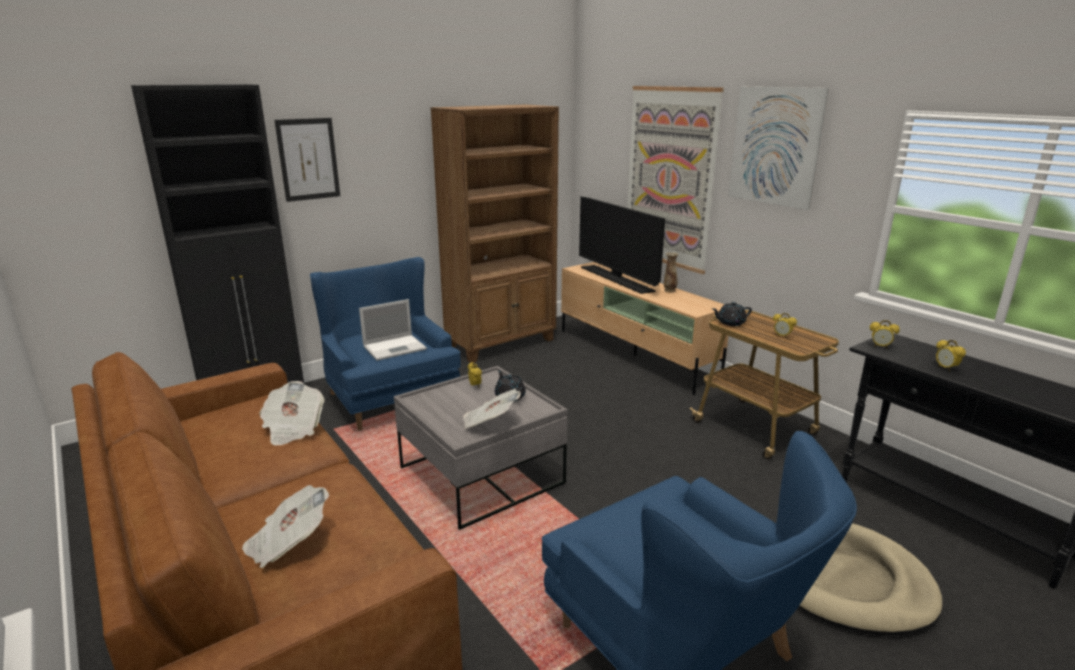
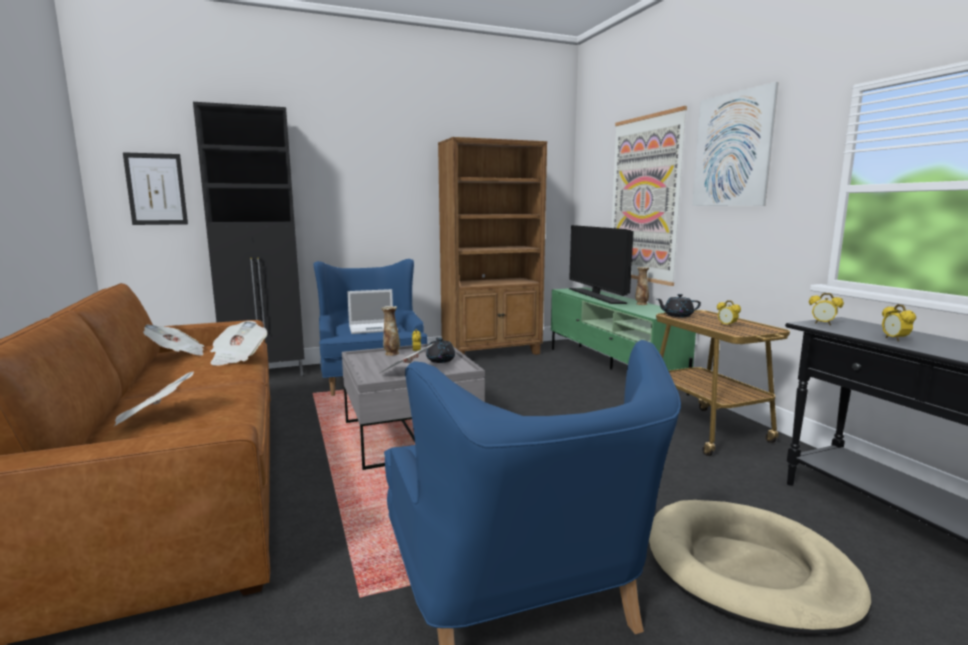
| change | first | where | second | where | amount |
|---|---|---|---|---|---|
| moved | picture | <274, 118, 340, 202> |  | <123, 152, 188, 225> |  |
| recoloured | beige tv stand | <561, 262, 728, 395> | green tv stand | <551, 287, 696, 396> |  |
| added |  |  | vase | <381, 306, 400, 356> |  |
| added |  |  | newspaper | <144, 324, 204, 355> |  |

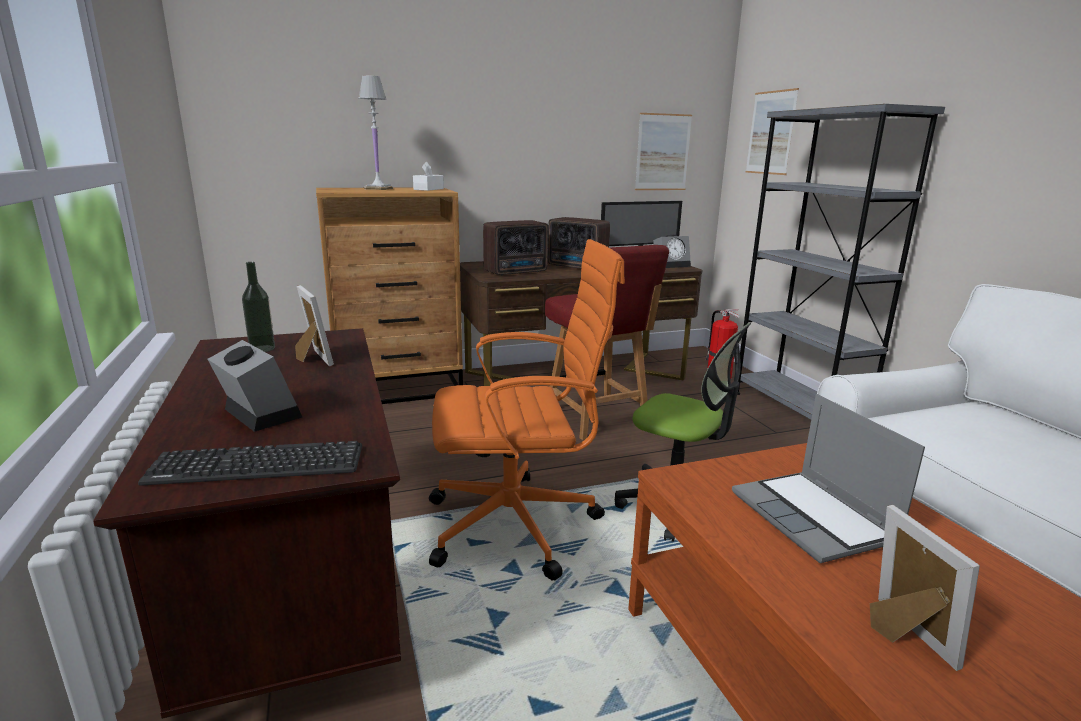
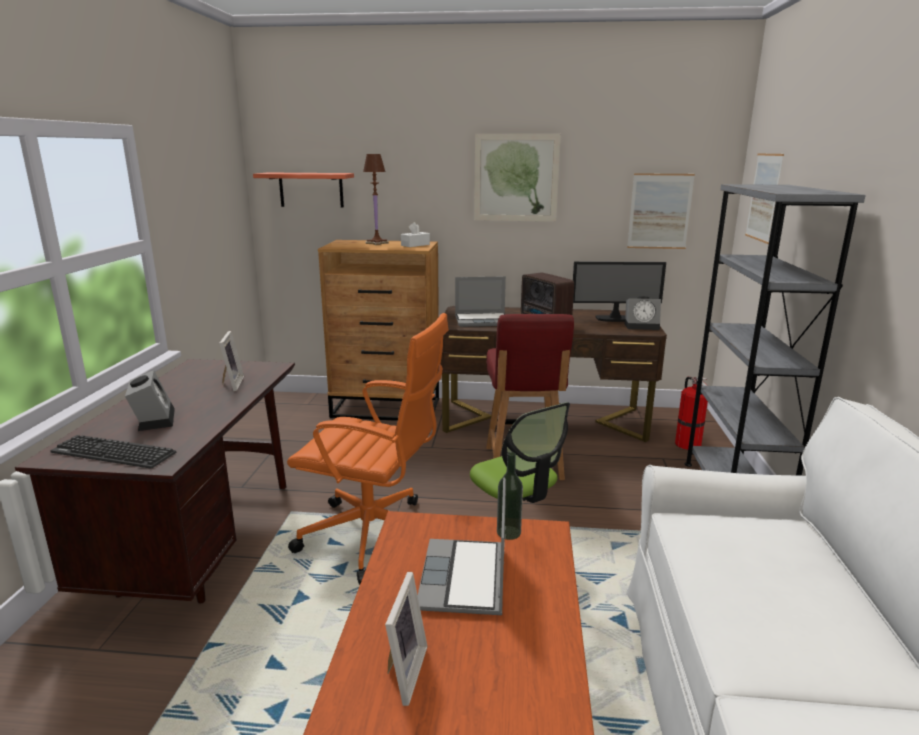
| change | first | where | second | where | amount |
|---|---|---|---|---|---|
| recoloured | white table lamp | <358, 75, 393, 190> | brown table lamp | <363, 154, 389, 245> |  |
| replaced | radio | <483, 220, 548, 275> | laptop | <455, 276, 506, 327> |  |
| moved | bottle | <242, 262, 275, 352> |  | <497, 452, 523, 540> |  |
| added |  |  | picture | <474, 134, 561, 222> |  |
| added |  |  | shelf | <253, 173, 354, 208> |  |

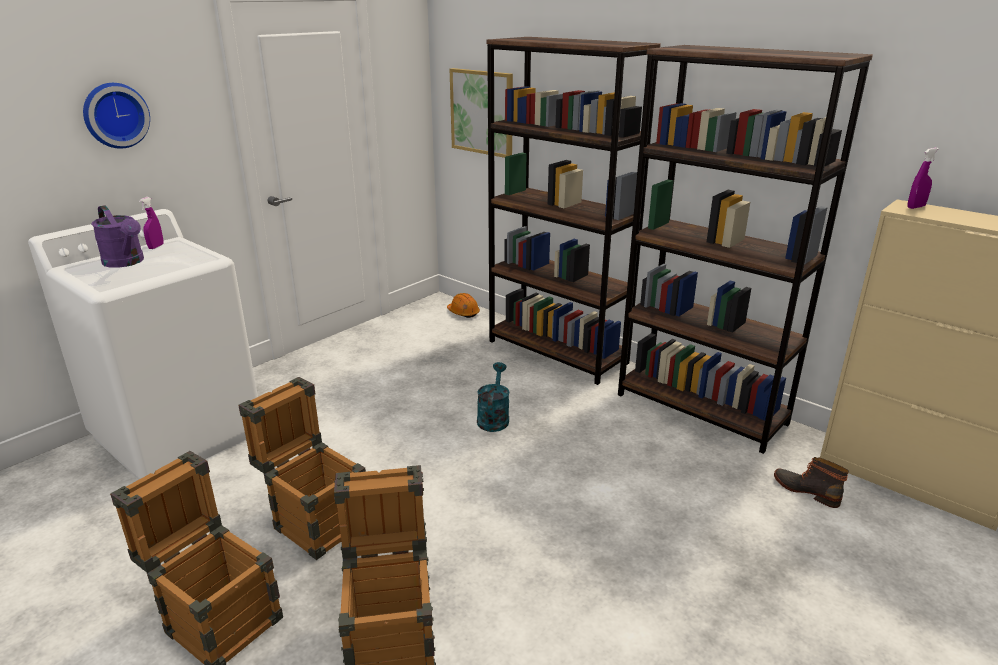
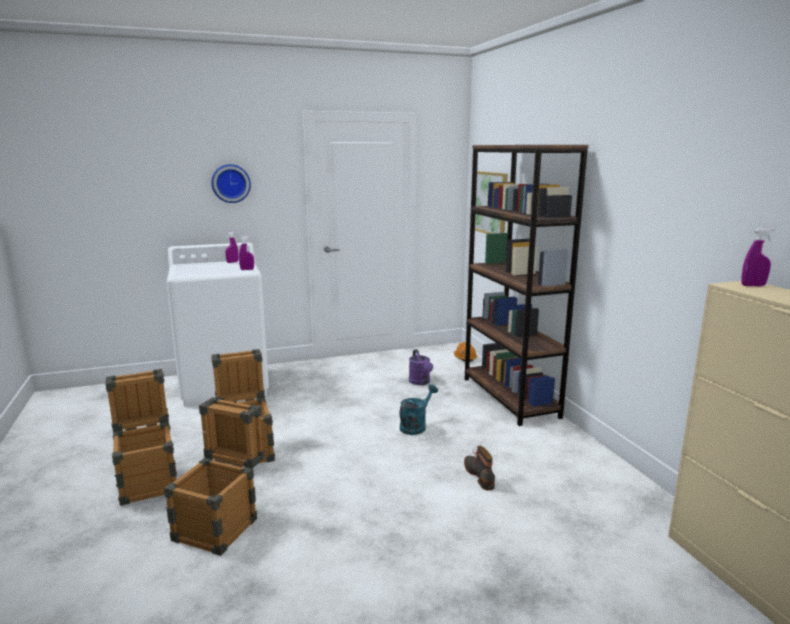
| change | first | where | second | where | amount |
|---|---|---|---|---|---|
| removed | brown bookcase | <618, 45, 873, 454> |  |  |  |
| moved | purple watering can | <91, 205, 144, 268> |  | <409, 349, 433, 385> |  |
| moved | boot | <774, 457, 849, 508> |  | <464, 446, 495, 490> |  |
| added |  |  | purple spray bottle | <239, 237, 254, 270> |  |

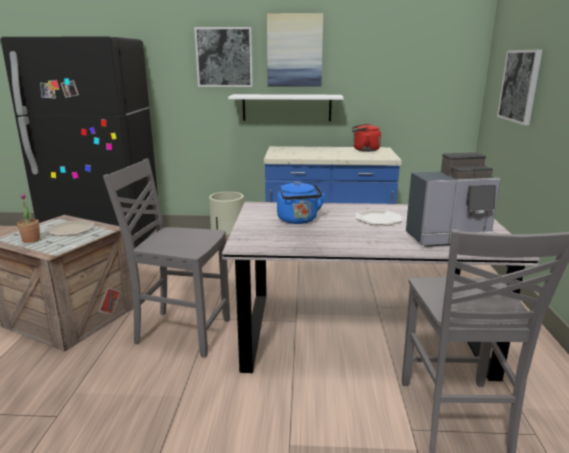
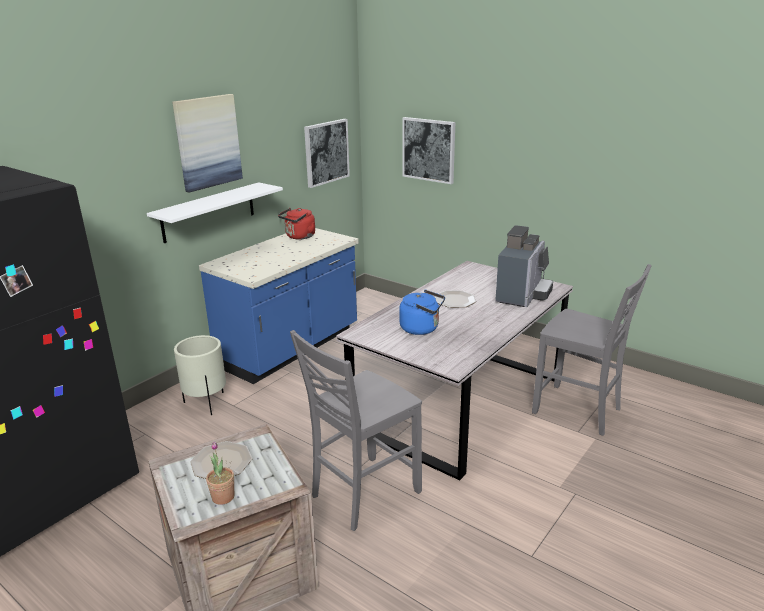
| change | first | where | second | where | amount |
|---|---|---|---|---|---|
| moved | picture | <194, 27, 253, 87> |  | <304, 119, 350, 188> |  |

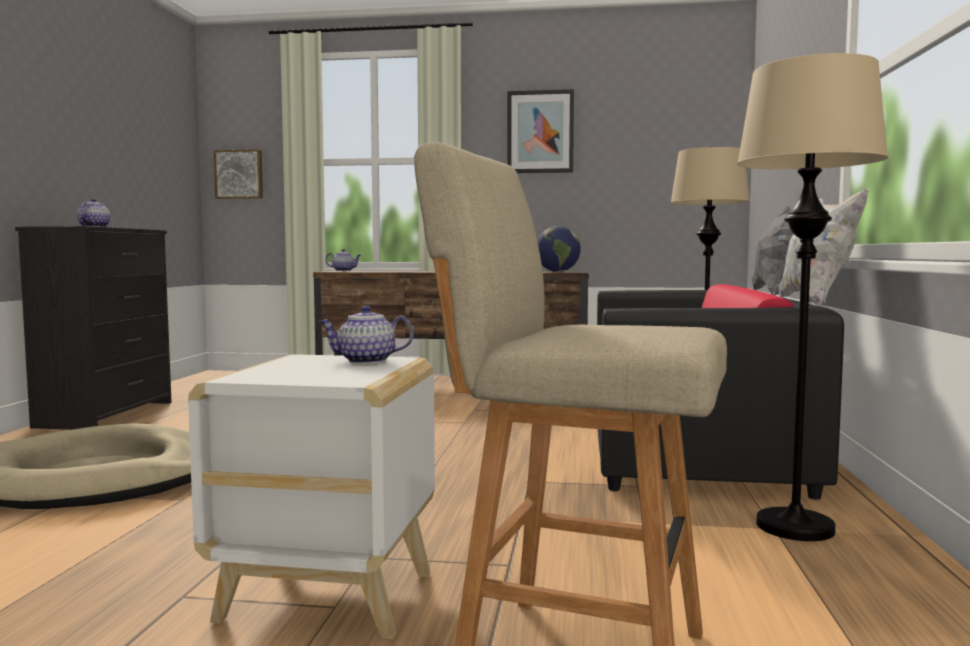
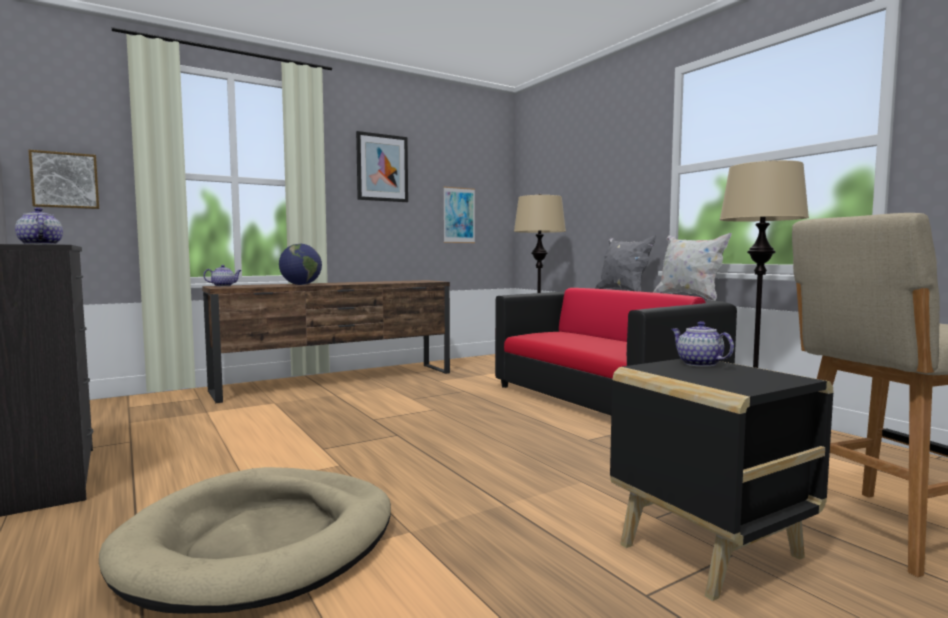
| change | first | where | second | where | amount |
|---|---|---|---|---|---|
| moved | globe | <537, 226, 581, 272> |  | <279, 244, 322, 285> |  |
| turned | teapot | <319, 306, 414, 364> |  | <671, 321, 734, 367> | 105 degrees clockwise |
| recoloured | white side table | <188, 354, 435, 639> | black side table | <610, 359, 833, 601> |  |
| added |  |  | picture | <443, 187, 475, 243> |  |

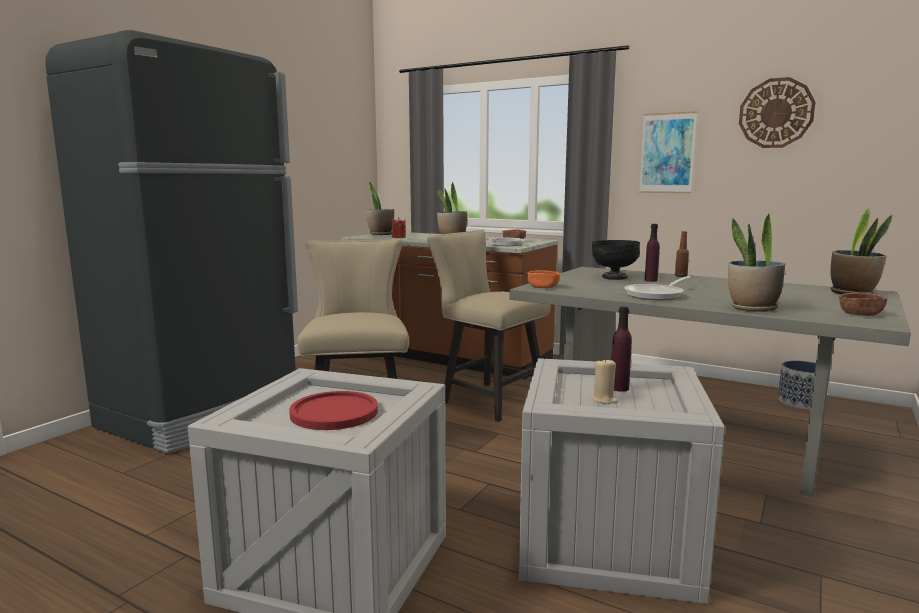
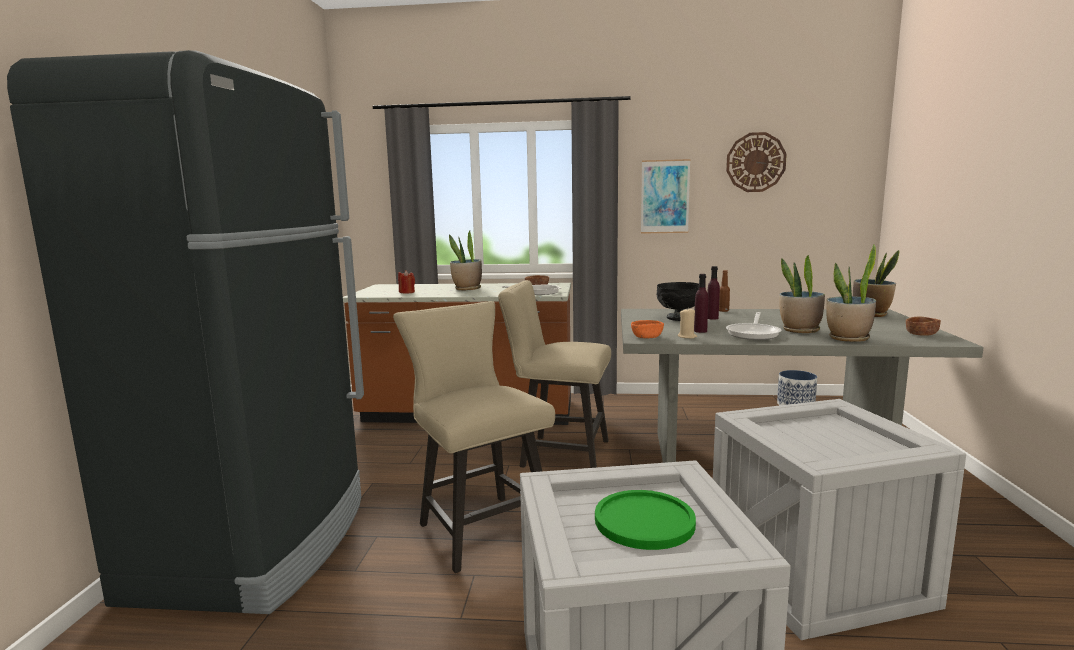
| change | first | where | second | where | amount |
|---|---|---|---|---|---|
| moved | potted plant | <366, 182, 394, 235> |  | <779, 255, 825, 333> |  |
| moved | purple bottle | <611, 307, 632, 392> |  | <694, 274, 708, 333> |  |
| moved | beige candle | <591, 358, 618, 404> |  | <677, 309, 697, 339> |  |
| recoloured | red plate | <289, 391, 378, 430> | green plate | <595, 490, 696, 550> |  |

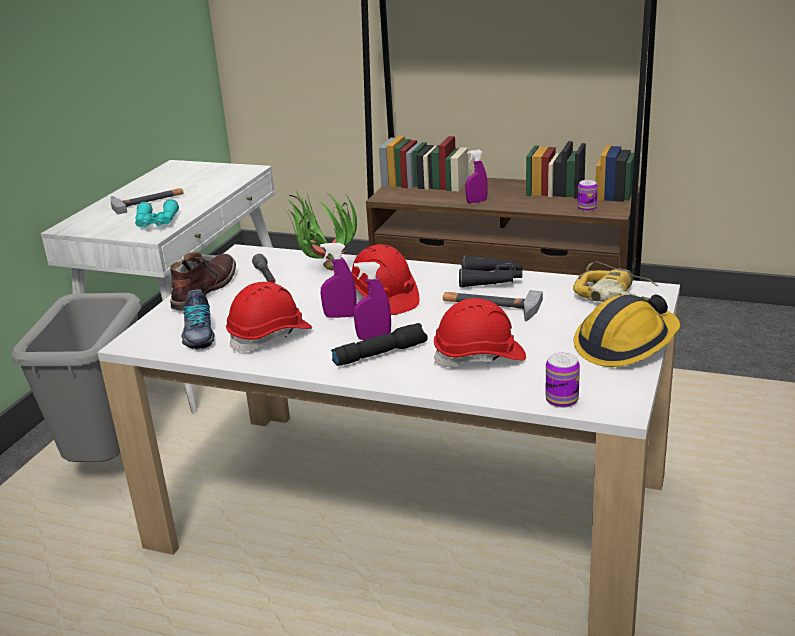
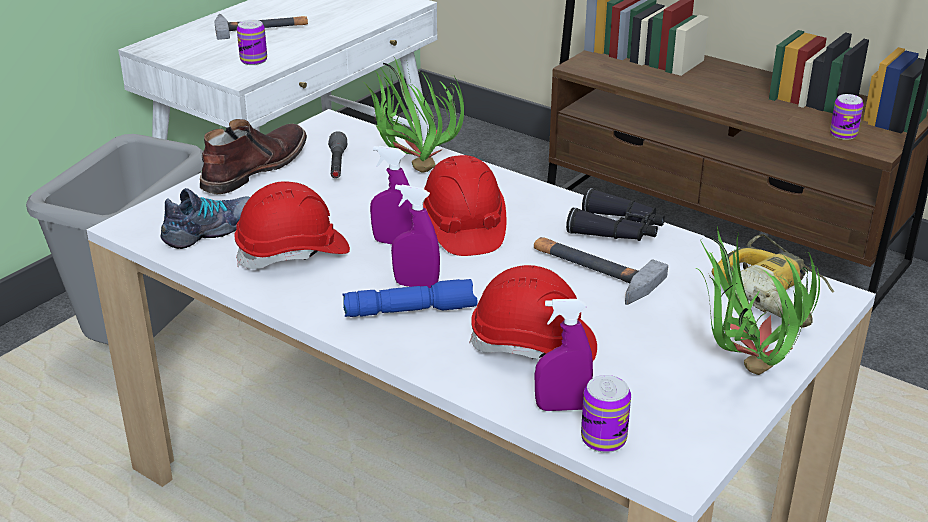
| change | first | where | second | where | amount |
|---|---|---|---|---|---|
| moved | purple spray bottle | <465, 150, 488, 203> |  | <534, 299, 593, 411> |  |
| replaced | turquoise binoculars | <135, 199, 179, 228> | can | <237, 20, 267, 65> |  |
| turned | shoe | <181, 289, 215, 349> |  | <161, 188, 250, 249> | 135 degrees counterclockwise |
| replaced | hard hat | <573, 294, 680, 367> | potted plant | <696, 226, 820, 375> |  |
| recoloured | black flashlight | <331, 323, 428, 366> | blue flashlight | <342, 279, 478, 317> |  |

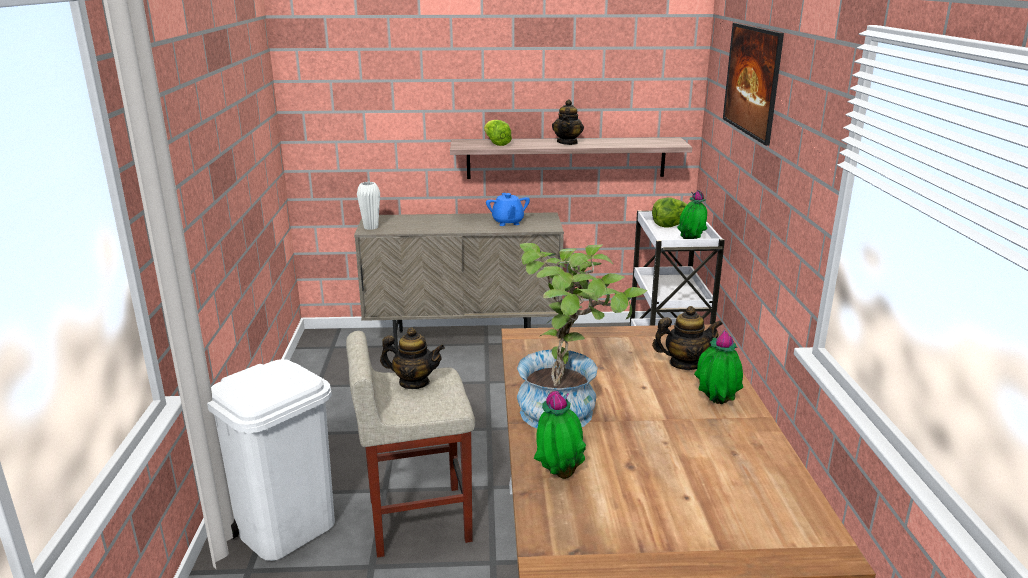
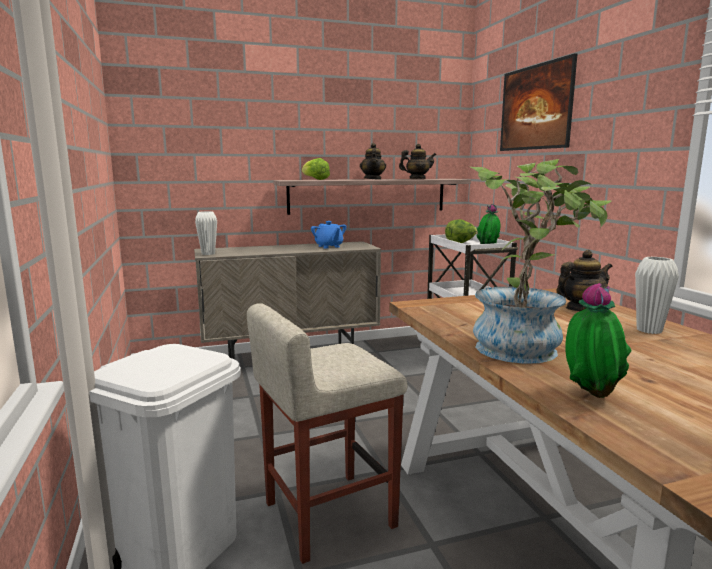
| change | first | where | second | where | amount |
|---|---|---|---|---|---|
| moved | teapot | <380, 327, 445, 389> |  | <399, 144, 436, 179> |  |
| replaced | potted plant | <694, 330, 743, 404> | white vase | <635, 257, 679, 334> |  |

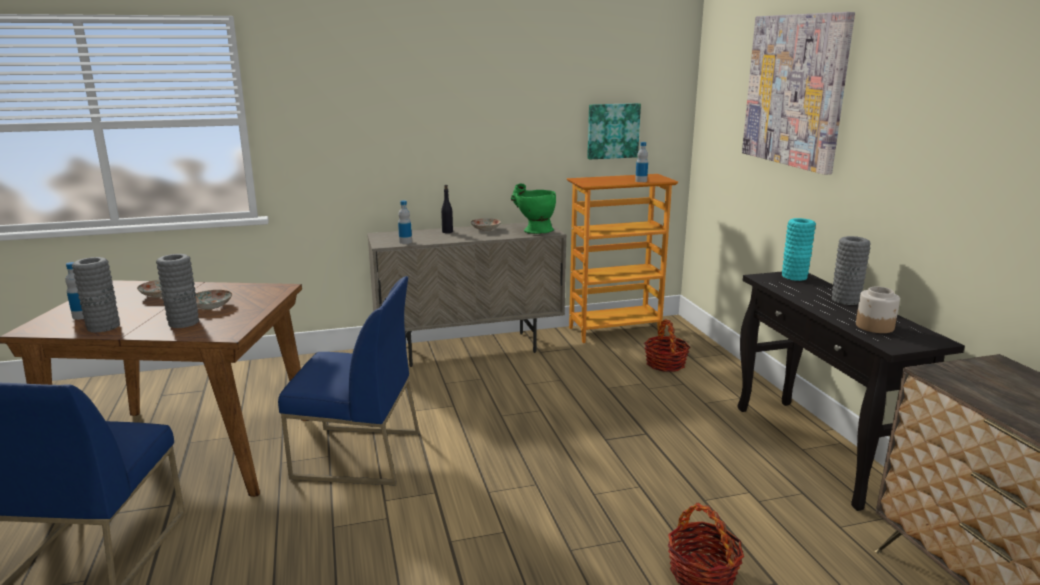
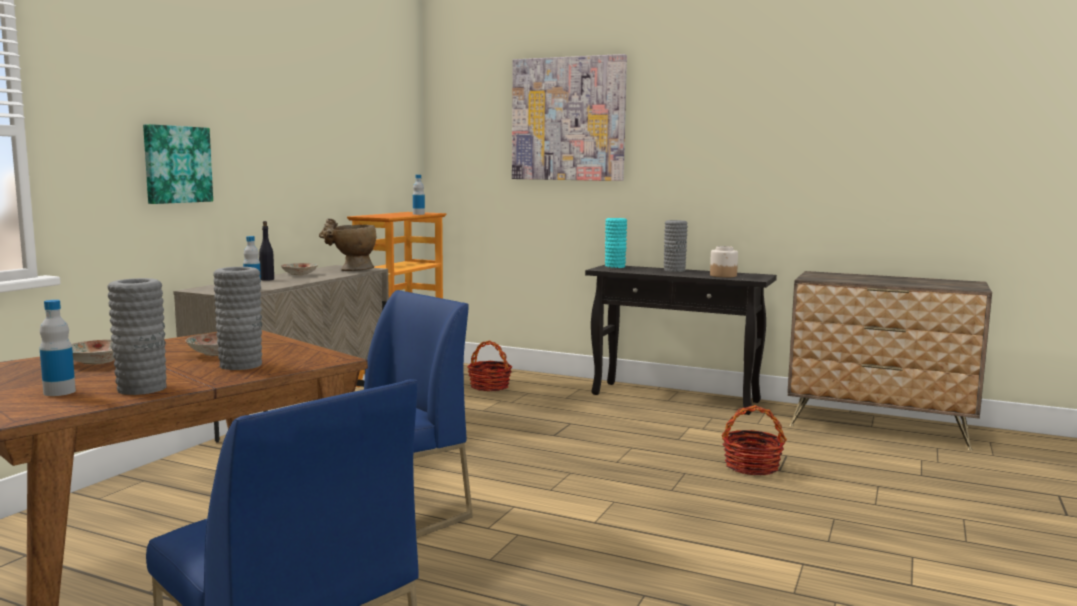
| change | first | where | second | where | amount |
|---|---|---|---|---|---|
| moved | picture | <587, 103, 641, 159> |  | <143, 124, 213, 204> |  |
| recoloured | green vase | <511, 183, 556, 234> | beige vase | <319, 219, 376, 271> |  |

